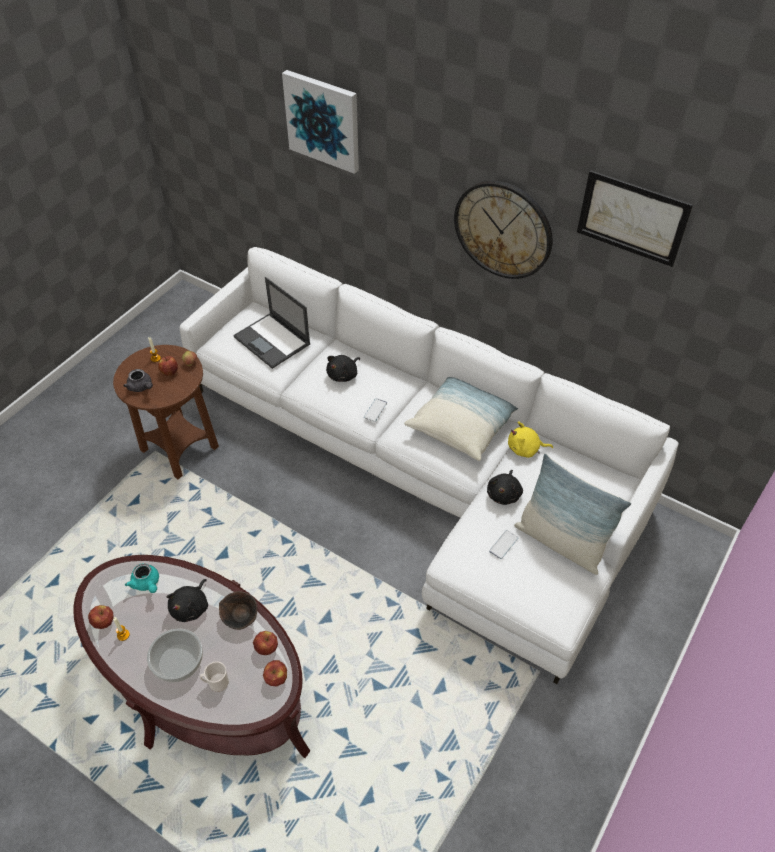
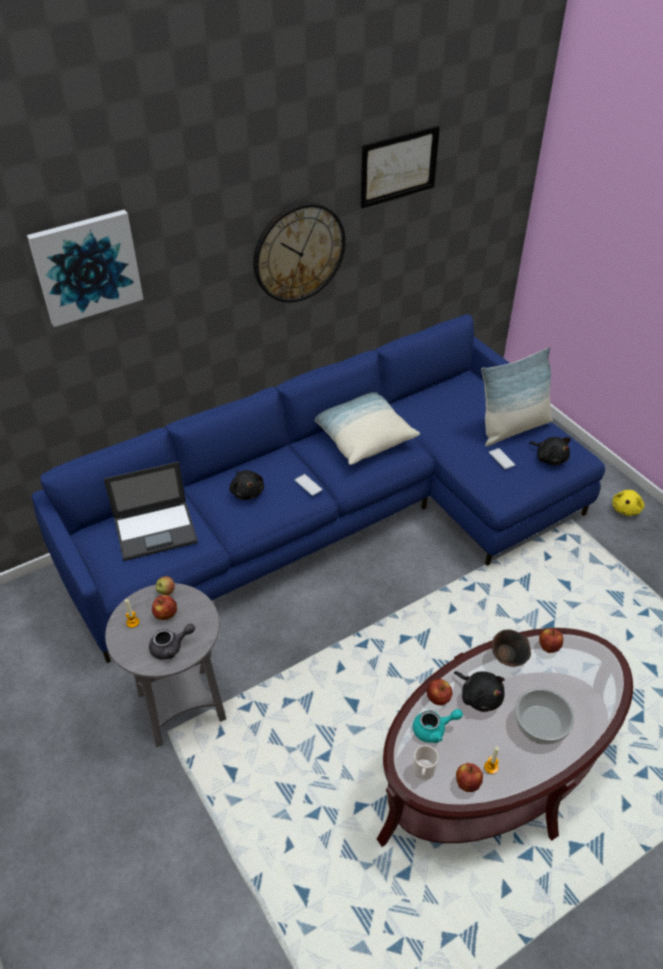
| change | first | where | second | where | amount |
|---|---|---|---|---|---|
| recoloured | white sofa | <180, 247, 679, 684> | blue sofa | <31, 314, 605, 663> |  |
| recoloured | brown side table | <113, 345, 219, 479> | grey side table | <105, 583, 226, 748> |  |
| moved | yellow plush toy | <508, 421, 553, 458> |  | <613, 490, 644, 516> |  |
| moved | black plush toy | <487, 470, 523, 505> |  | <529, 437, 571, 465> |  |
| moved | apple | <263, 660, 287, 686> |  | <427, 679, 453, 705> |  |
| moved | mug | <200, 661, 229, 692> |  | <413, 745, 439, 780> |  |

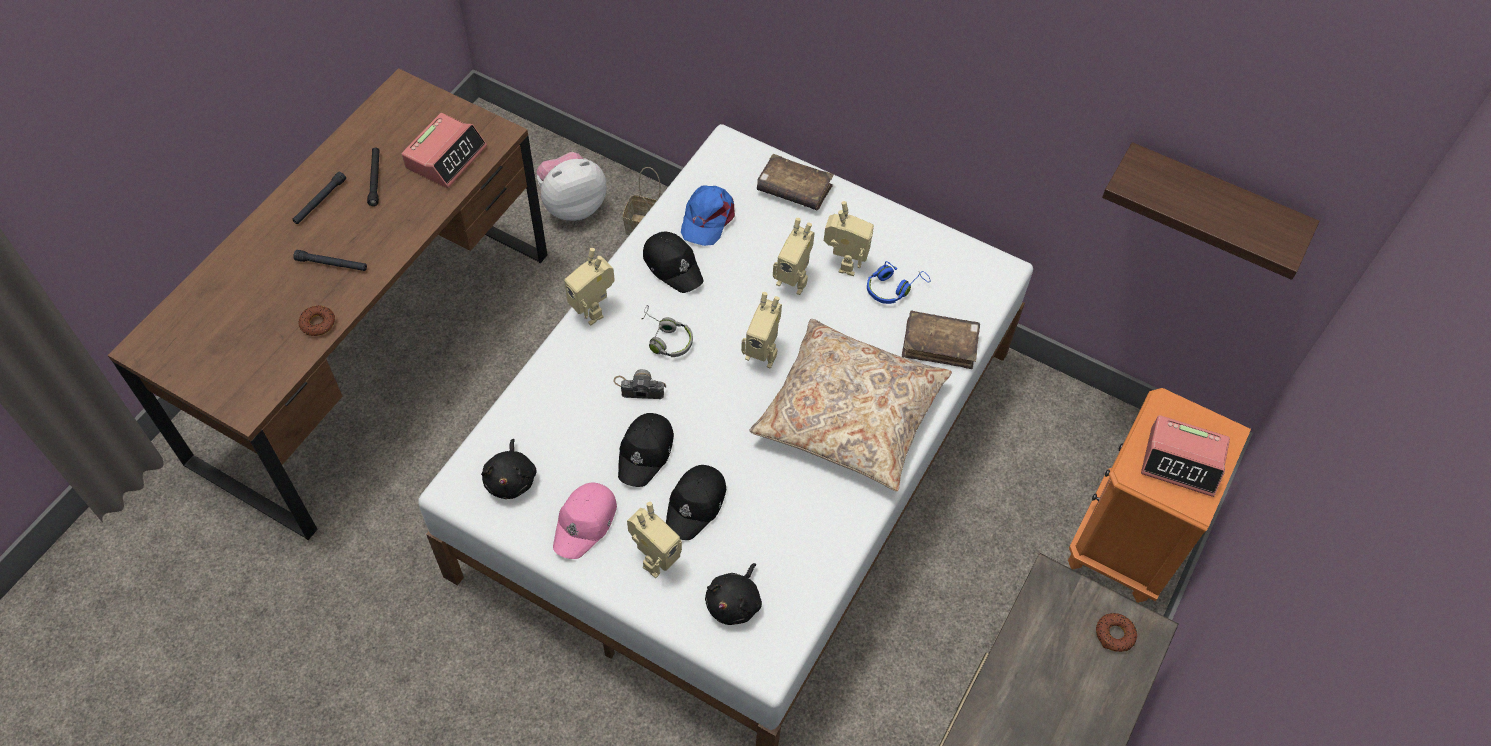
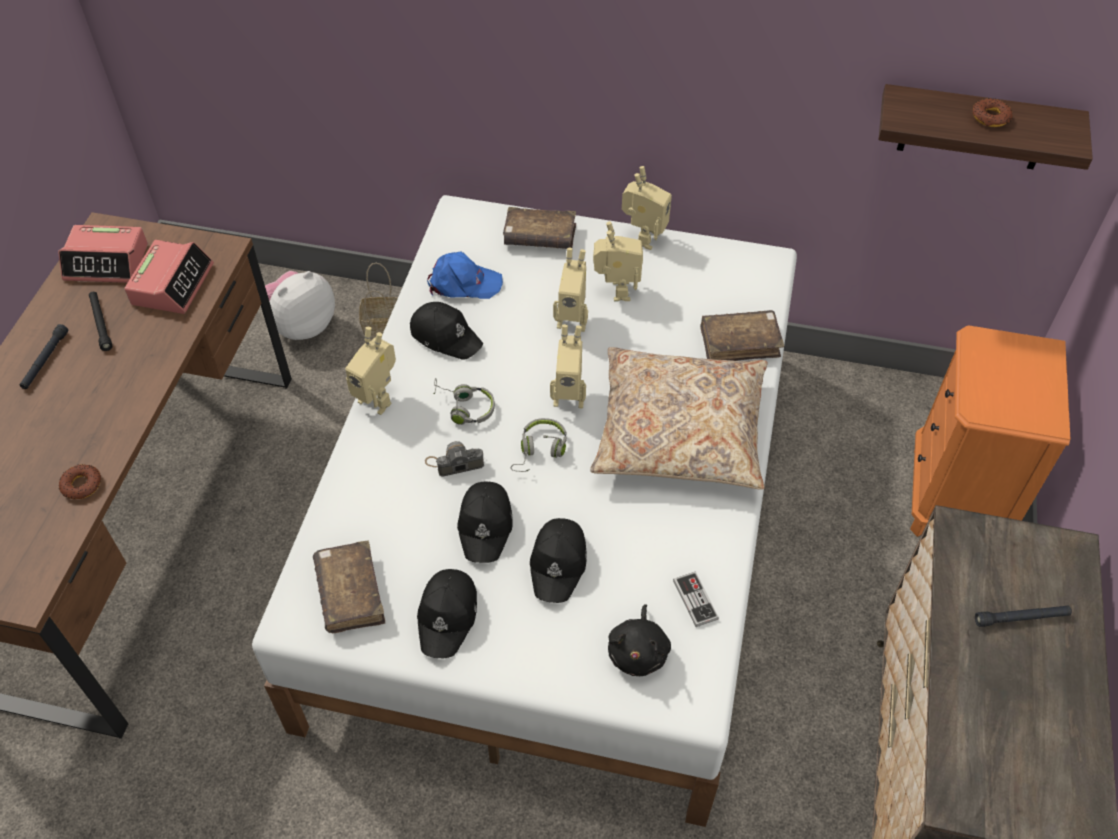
| change | first | where | second | where | amount |
|---|---|---|---|---|---|
| turned | blue cap | <681, 185, 735, 246> |  | <427, 251, 503, 299> | 90 degrees counterclockwise |
| moved | black flashlight | <294, 250, 367, 271> |  | <975, 605, 1072, 627> |  |
| removed | blue headphones | <867, 261, 930, 304> |  |  |  |
| moved | alarm clock | <1141, 415, 1230, 497> |  | <58, 225, 148, 283> |  |
| replaced | black plush toy | <481, 439, 536, 499> | brown book | <313, 541, 385, 633> |  |
| recoloured | pink cap | <553, 483, 617, 559> | black cap | <417, 569, 477, 658> |  |
| moved | toy robot | <627, 502, 682, 578> |  | <622, 166, 672, 250> |  |
| moved | donut | <1096, 613, 1137, 652> |  | <973, 98, 1013, 127> |  |
| added |  |  | grey headphones | <511, 418, 567, 472> |  |
| added |  |  | game controller | <673, 571, 719, 627> |  |

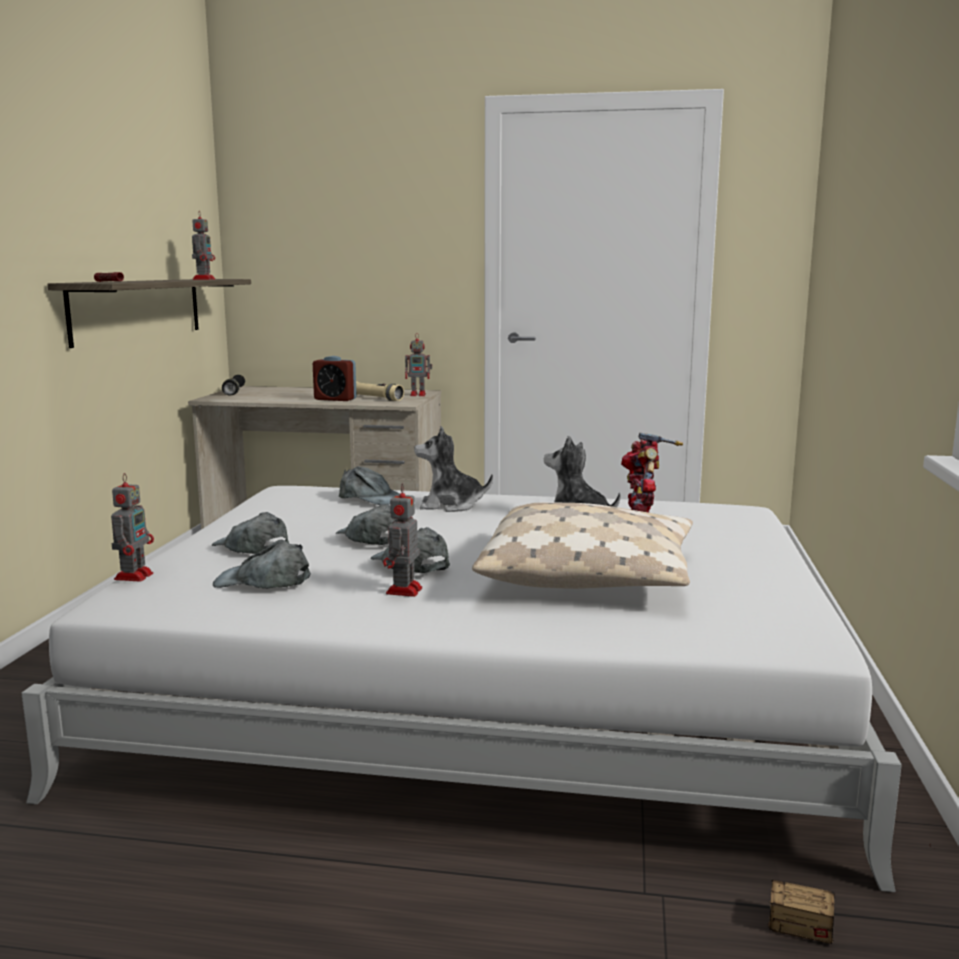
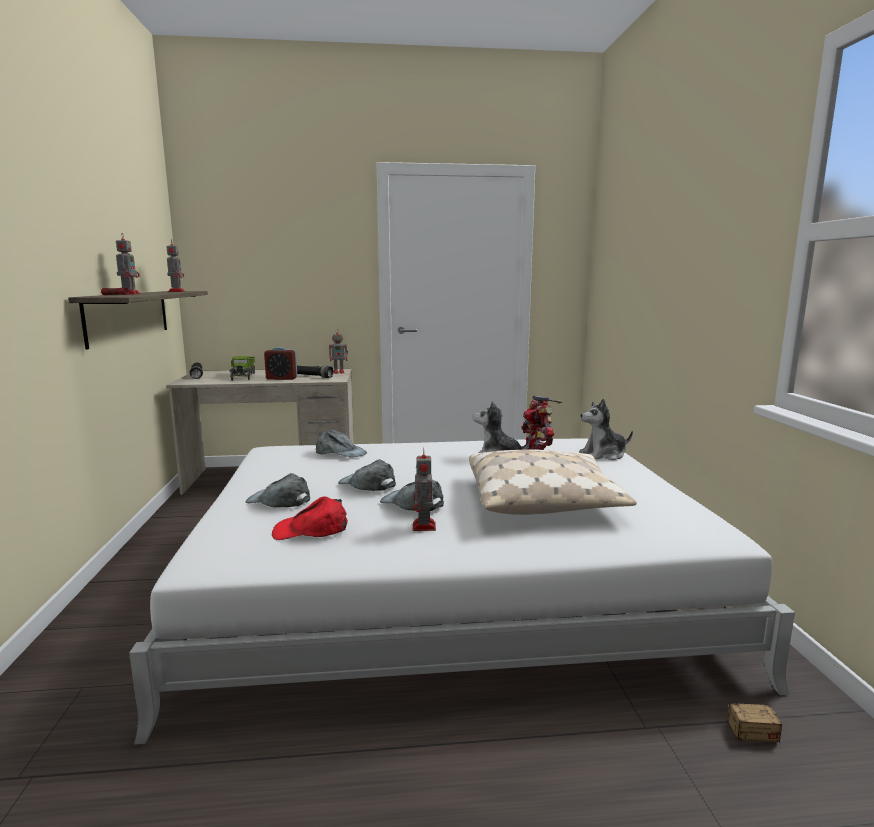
| change | first | where | second | where | amount |
|---|---|---|---|---|---|
| recoloured | beige flashlight | <356, 382, 404, 401> | black flashlight | <297, 366, 334, 378> |  |
| moved | plush toy | <414, 426, 493, 512> |  | <579, 398, 633, 460> |  |
| moved | toy robot | <111, 473, 154, 581> |  | <116, 233, 140, 294> |  |
| recoloured | grey cap | <213, 540, 311, 588> | red cap | <272, 496, 348, 540> |  |
| added |  |  | toy truck | <230, 356, 255, 381> |  |

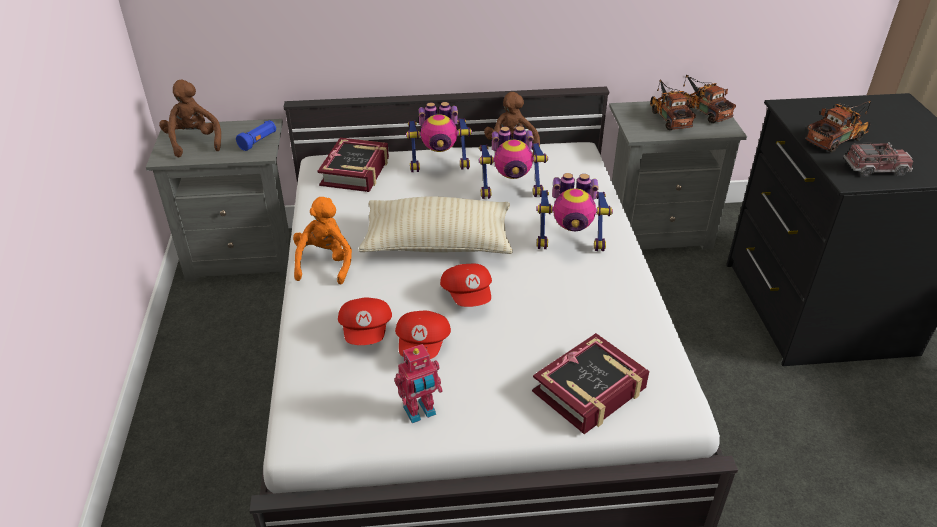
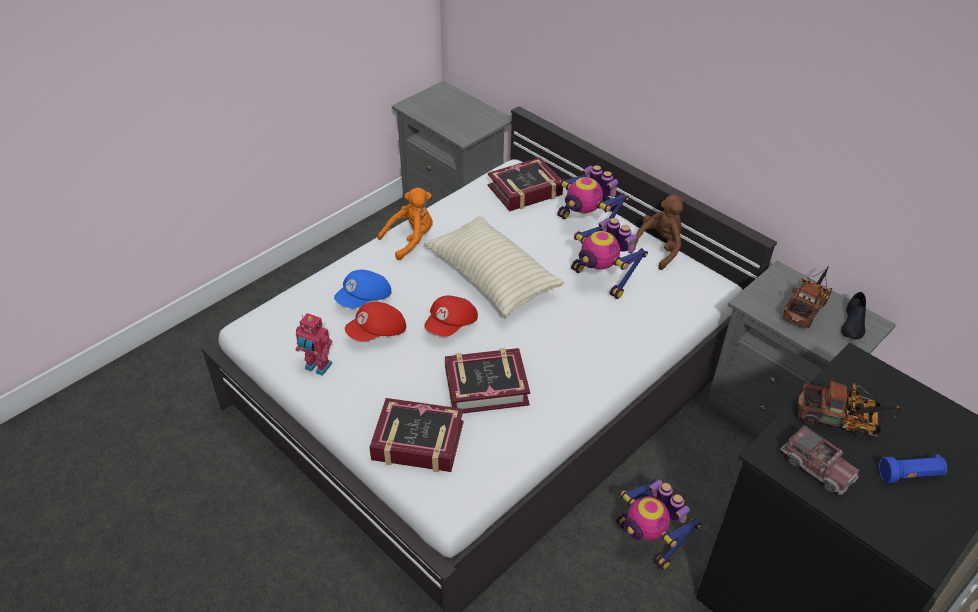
| change | first | where | second | where | amount |
|---|---|---|---|---|---|
| replaced | toy truck | <683, 75, 736, 123> | black shoe | <841, 292, 866, 339> |  |
| removed | brown plush toy | <159, 80, 221, 157> |  |  |  |
| moved | blue flashlight | <236, 120, 276, 151> |  | <879, 454, 947, 483> |  |
| moved | toy robot | <536, 173, 613, 251> |  | <616, 478, 701, 570> |  |
| recoloured | red cap | <338, 298, 392, 345> | blue cap | <334, 270, 391, 308> |  |
| added |  |  | book | <445, 348, 530, 413> |  |

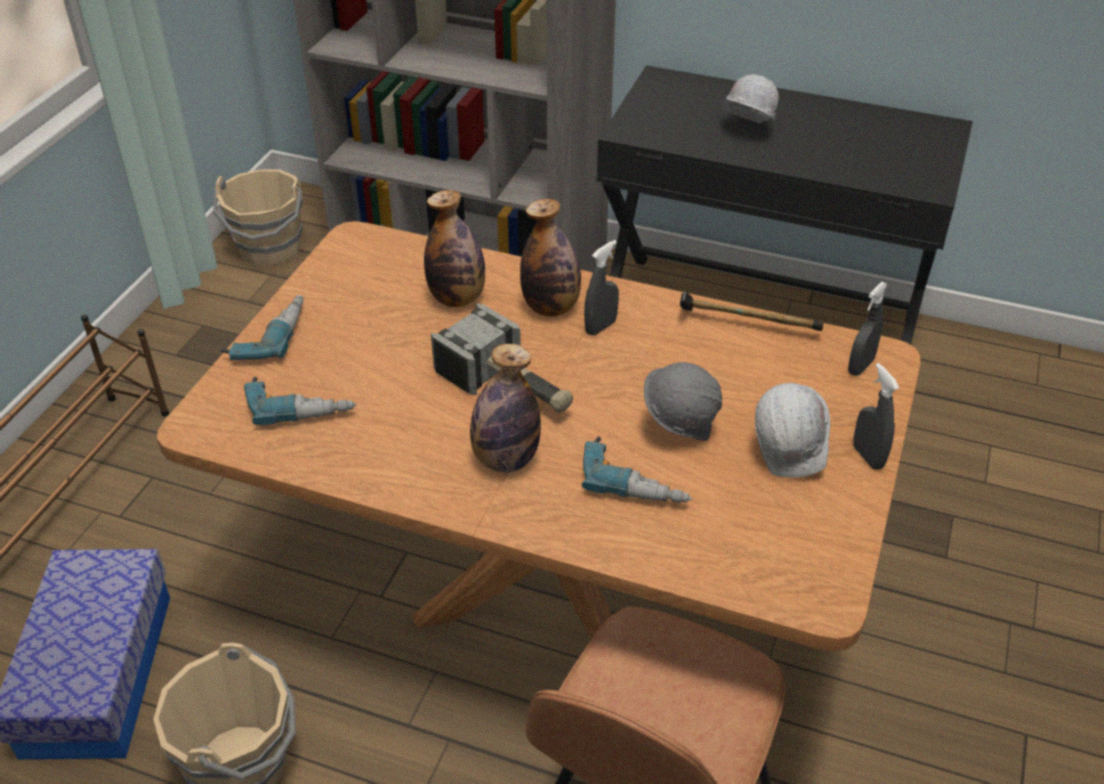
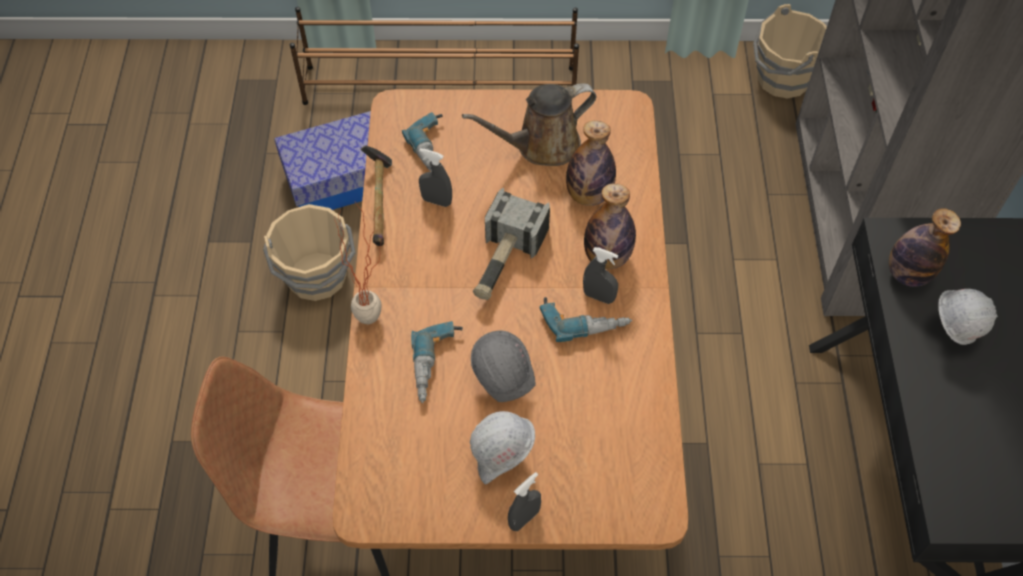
| change | first | where | second | where | amount |
|---|---|---|---|---|---|
| moved | grey spray bottle | <848, 282, 888, 376> |  | <419, 148, 452, 207> |  |
| moved | hammer | <680, 292, 824, 331> |  | <360, 145, 392, 246> |  |
| moved | power drill | <220, 295, 304, 360> |  | <539, 297, 632, 342> |  |
| moved | bottle | <470, 344, 541, 473> |  | <889, 208, 961, 287> |  |
| added |  |  | brown watering can | <462, 83, 596, 166> |  |
| added |  |  | potted plant | <334, 202, 382, 324> |  |

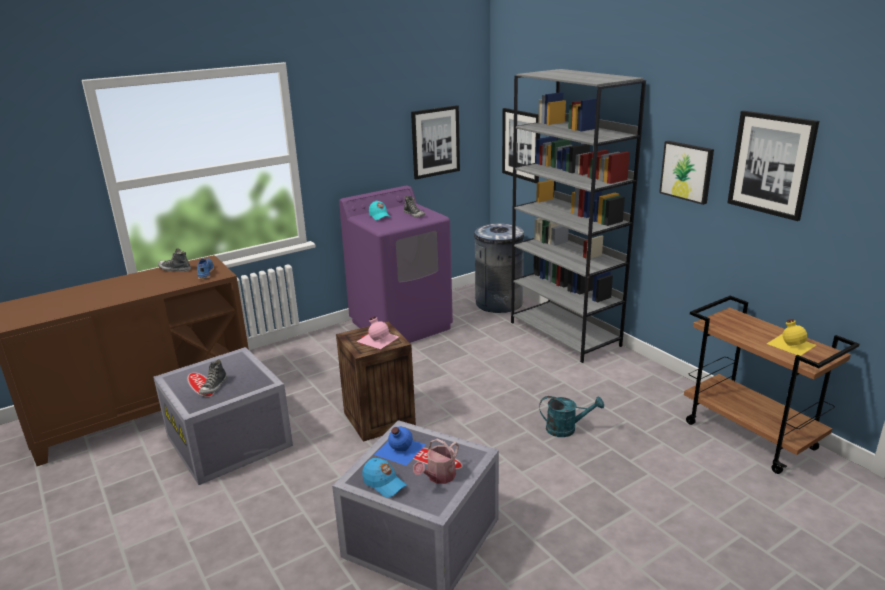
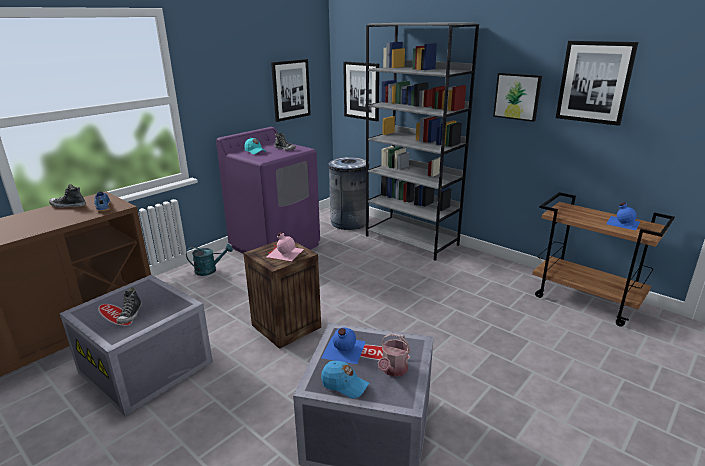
| change | first | where | second | where | amount |
|---|---|---|---|---|---|
| recoloured | yellow bottle | <767, 319, 816, 356> | blue bottle | <606, 203, 640, 230> |  |
| moved | turquoise watering can | <539, 396, 604, 437> |  | <186, 244, 233, 276> |  |

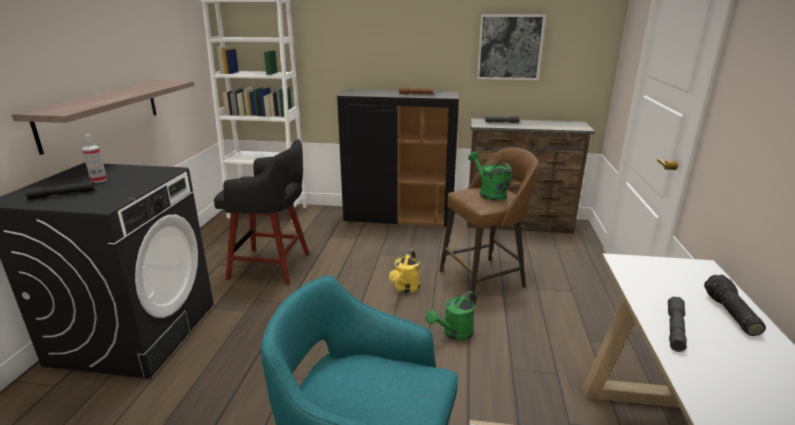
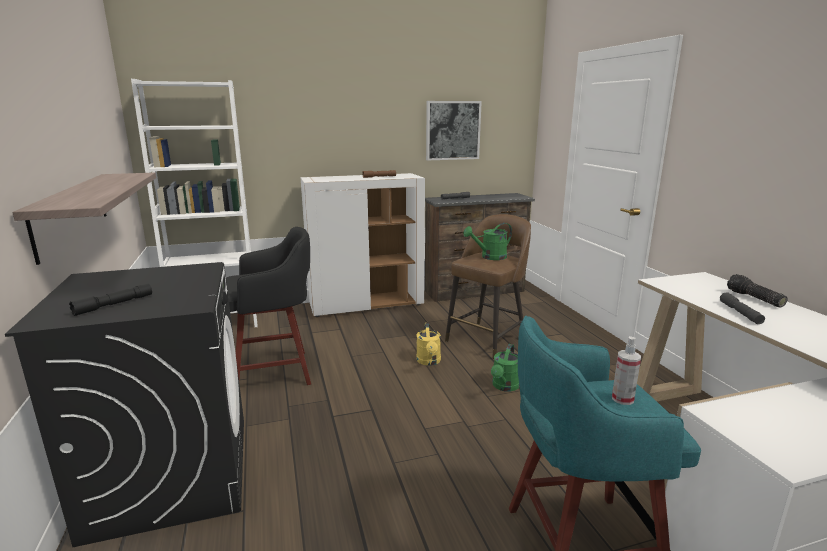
| change | first | where | second | where | amount |
|---|---|---|---|---|---|
| recoloured | black cabinet | <337, 89, 459, 227> | white cabinet | <300, 173, 425, 317> |  |
| moved | spray bottle | <82, 134, 107, 183> |  | <612, 336, 641, 405> |  |
| turned | green watering can | <468, 151, 512, 201> |  | <463, 223, 512, 260> | 60 degrees counterclockwise |

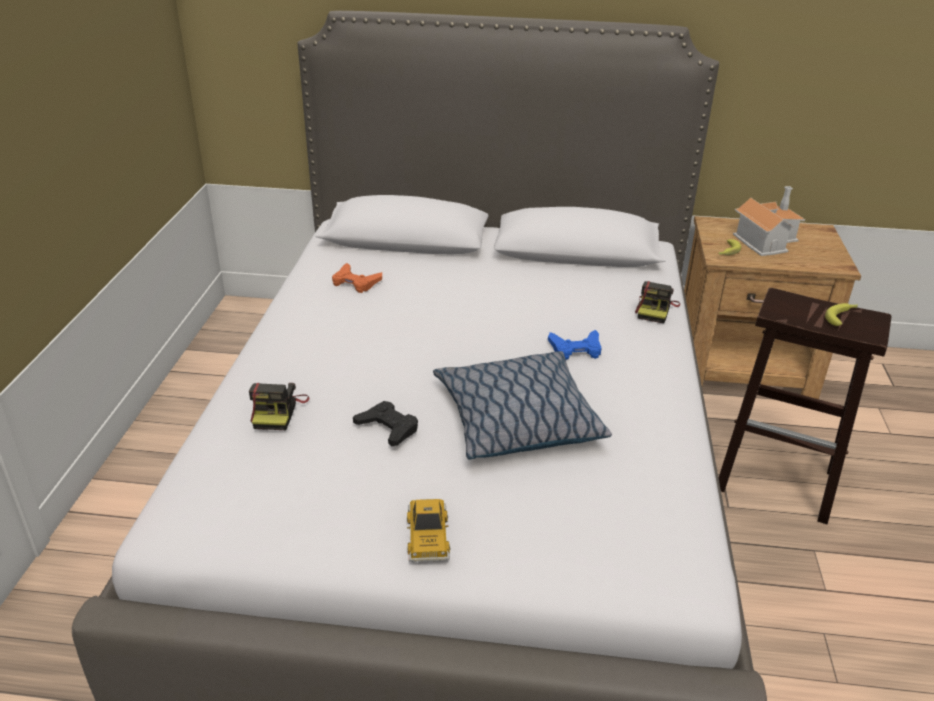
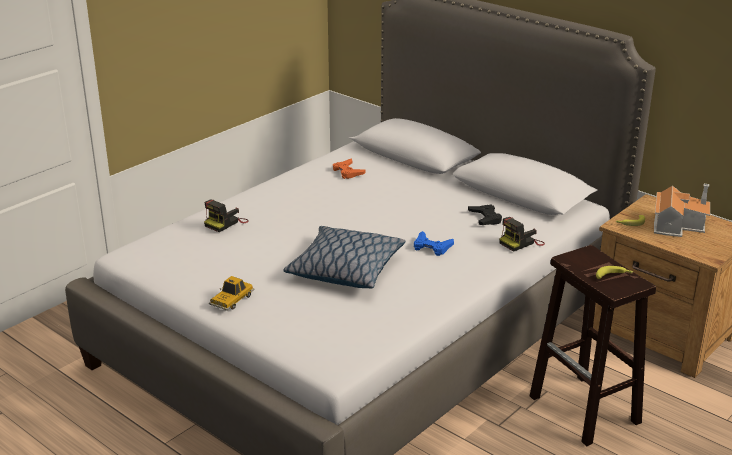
| change | first | where | second | where | amount |
|---|---|---|---|---|---|
| moved | black game controller | <353, 401, 418, 447> |  | <468, 205, 502, 225> |  |

